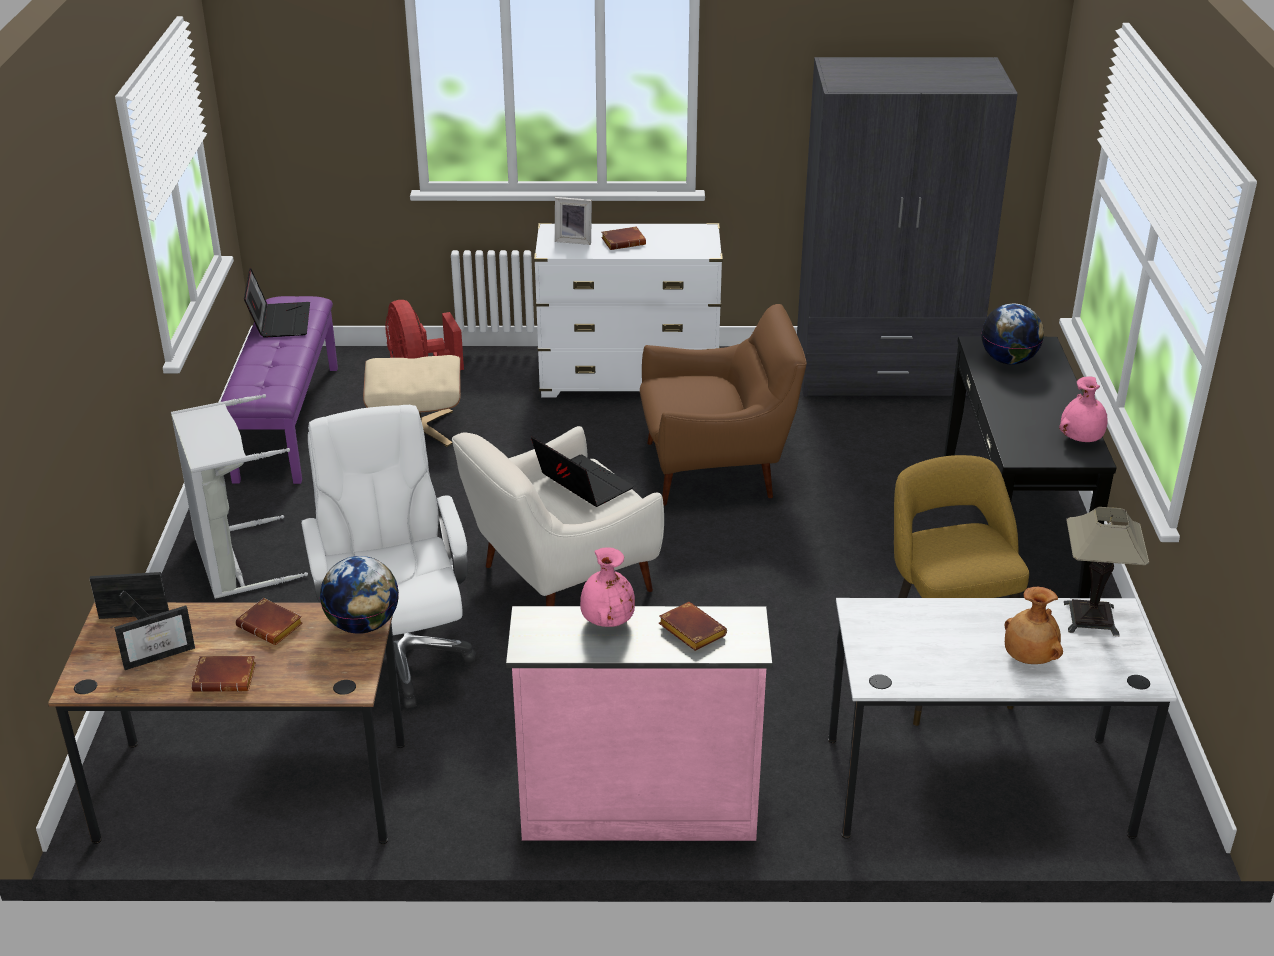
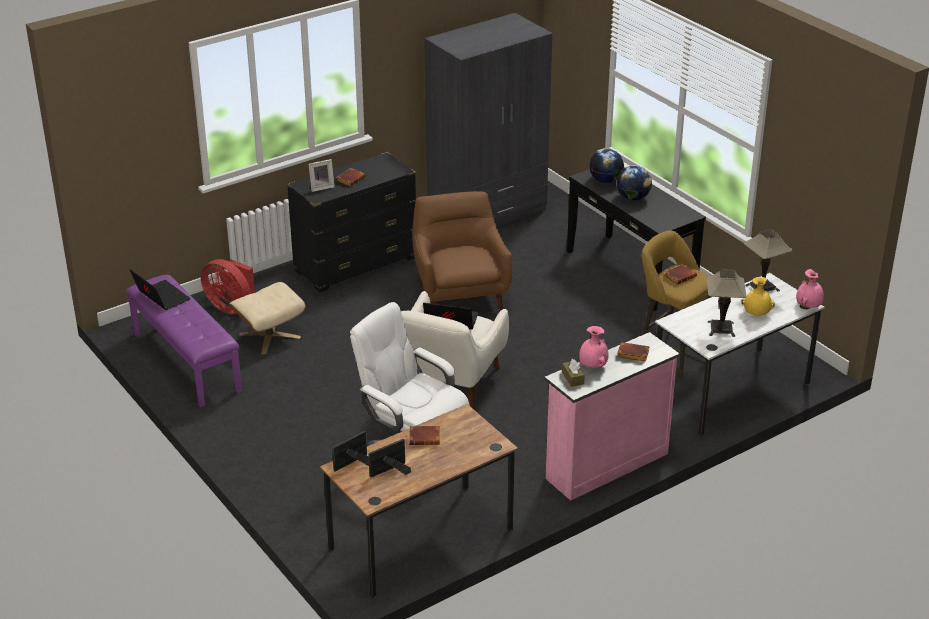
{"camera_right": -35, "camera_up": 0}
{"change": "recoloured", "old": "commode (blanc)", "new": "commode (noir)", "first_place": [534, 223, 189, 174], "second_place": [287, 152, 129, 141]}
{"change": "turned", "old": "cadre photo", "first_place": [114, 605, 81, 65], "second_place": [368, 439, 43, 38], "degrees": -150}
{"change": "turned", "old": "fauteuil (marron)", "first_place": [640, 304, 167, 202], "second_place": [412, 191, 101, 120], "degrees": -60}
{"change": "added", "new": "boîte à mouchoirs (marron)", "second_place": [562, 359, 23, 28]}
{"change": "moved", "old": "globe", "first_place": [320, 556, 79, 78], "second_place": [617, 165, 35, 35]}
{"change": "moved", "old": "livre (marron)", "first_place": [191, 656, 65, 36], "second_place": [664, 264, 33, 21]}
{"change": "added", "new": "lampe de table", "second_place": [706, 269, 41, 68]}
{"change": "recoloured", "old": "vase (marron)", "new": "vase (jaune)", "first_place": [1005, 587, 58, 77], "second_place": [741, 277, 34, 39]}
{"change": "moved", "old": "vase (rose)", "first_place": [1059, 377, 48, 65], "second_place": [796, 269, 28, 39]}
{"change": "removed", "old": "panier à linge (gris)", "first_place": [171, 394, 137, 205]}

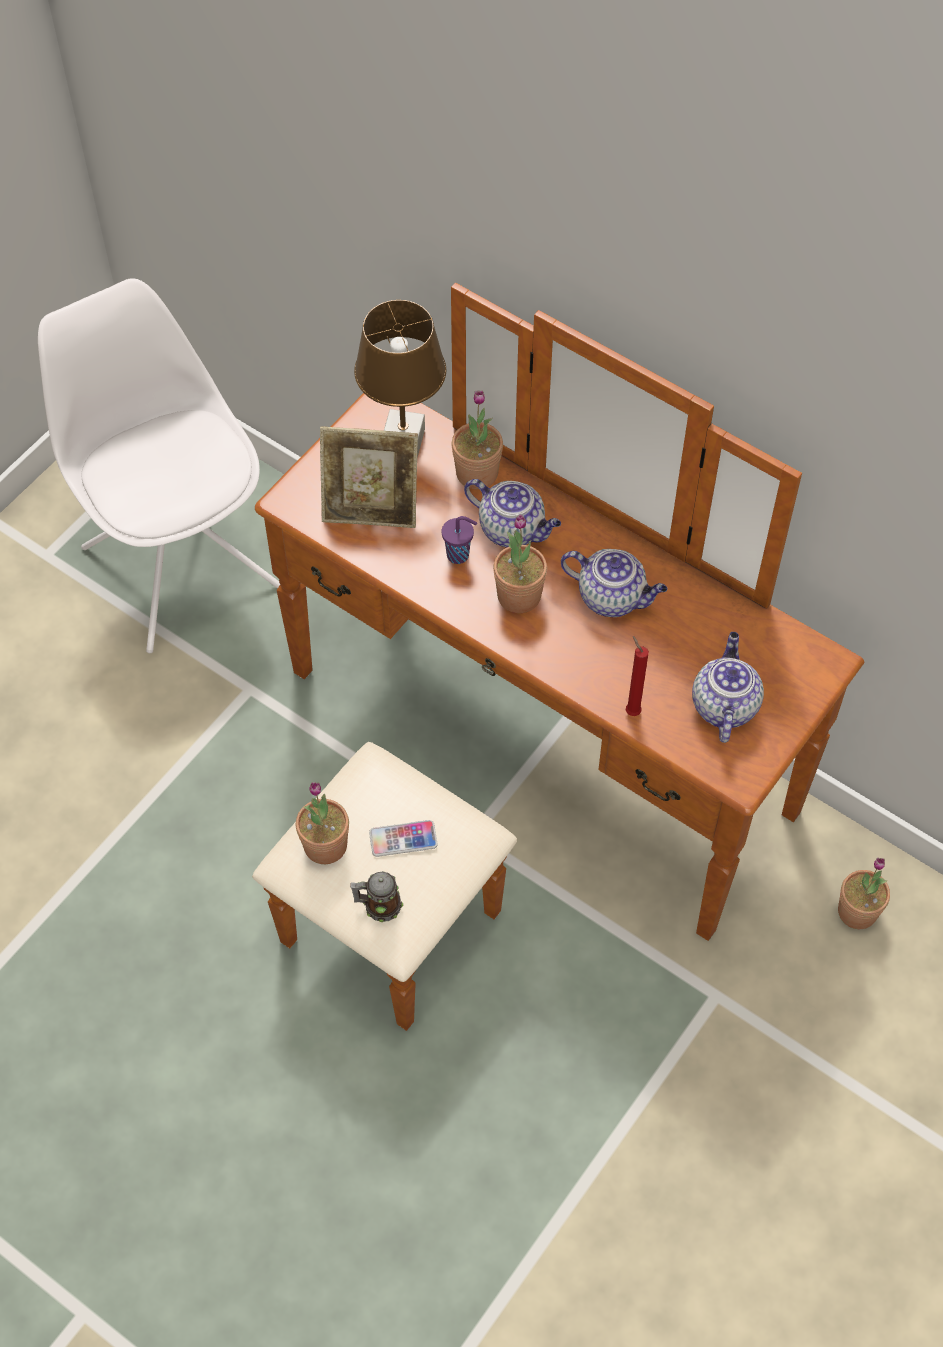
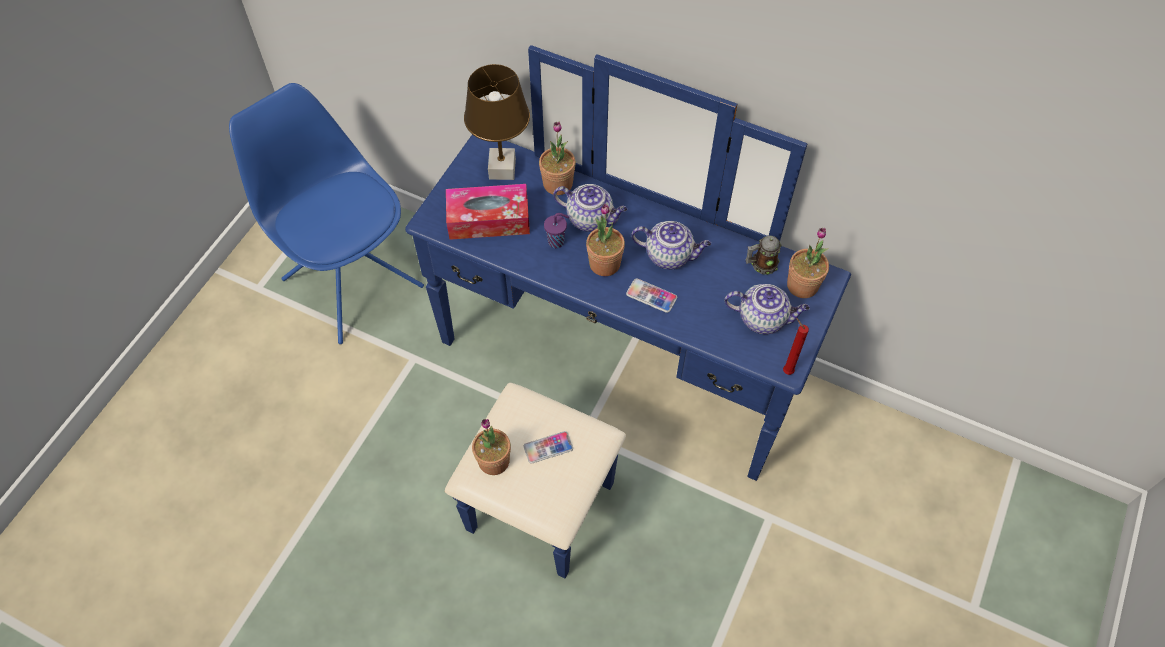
{"camera_right": -10, "camera_up": 0}
{"change": "recoloured", "old": "chaise (blanc)", "new": "chaise (bleu)", "first_place": [38, 278, 242, 375], "second_place": [229, 83, 195, 261]}
{"change": "recoloured", "old": "commode (marron)", "new": "commode (bleu)", "first_place": [253, 283, 611, 748], "second_place": [405, 45, 446, 533]}
{"change": "replaced", "old": "cadre photo", "new": "boîte à mouchoirs", "first_place": [320, 427, 98, 101], "second_place": [446, 184, 84, 56]}
{"change": "added", "new": "téléphone", "second_place": [626, 278, 51, 35]}
{"change": "turned", "old": "théière", "first_place": [692, 632, 72, 111], "second_place": [725, 284, 85, 50], "degrees": 105}
{"change": "moved", "old": "mug", "first_place": [350, 871, 53, 51], "second_place": [746, 236, 36, 39]}
{"change": "moved", "old": "bougie (rouge)", "first_place": [626, 636, 23, 80], "second_place": [783, 318, 26, 57]}
{"change": "moved", "old": "plante en pot", "first_place": [838, 858, 52, 71], "second_place": [787, 228, 42, 70]}

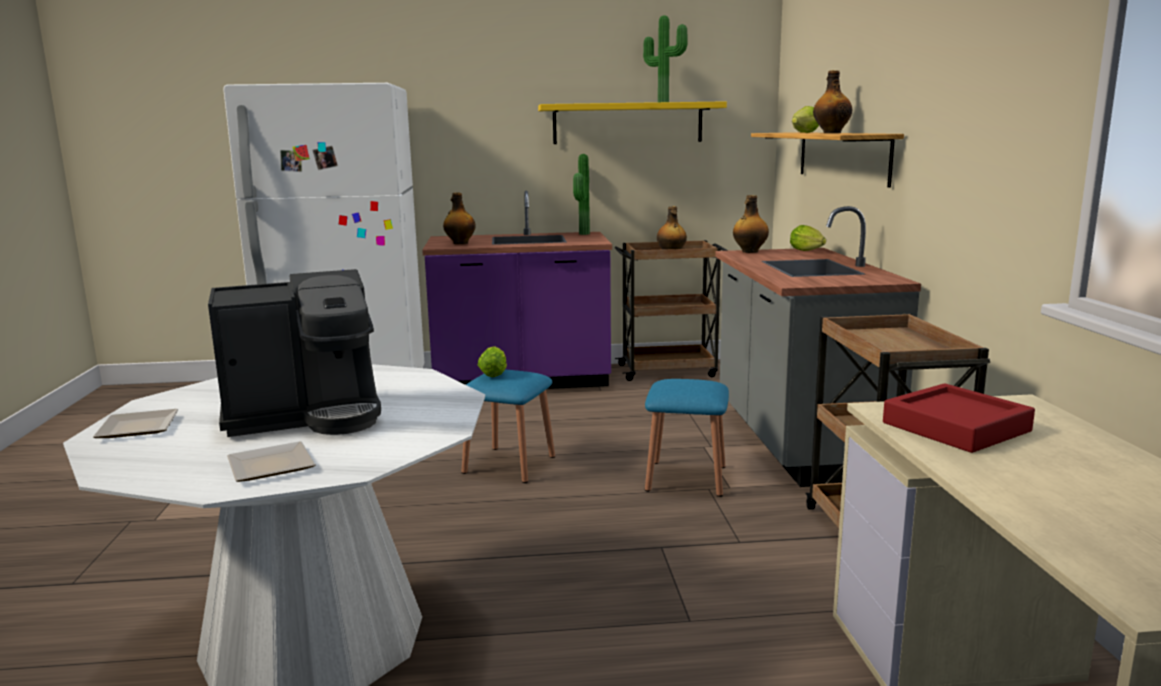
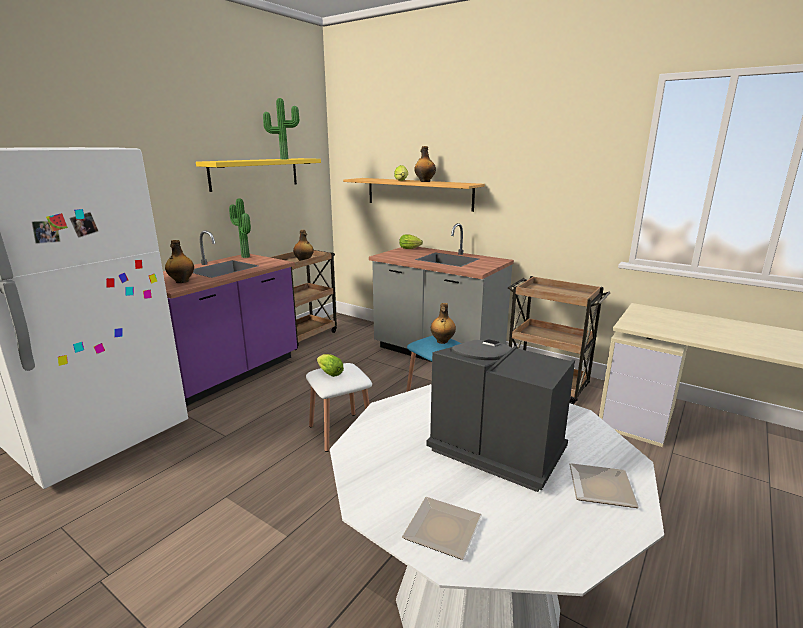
{"camera_right": -50, "camera_up": 5}
{"change": "recoloured", "old": "tabouret (bleu)", "new": "tabouret (blanc)", "first_place": [461, 370, 94, 113], "second_place": [306, 363, 66, 89]}
{"change": "turned", "old": "machine à café", "first_place": [208, 269, 173, 168], "second_place": [426, 339, 149, 153], "degrees": -75}
{"change": "moved", "old": "bouteille", "first_place": [733, 195, 36, 58], "second_place": [431, 303, 25, 41]}
{"change": "removed", "old": "plateau (rouge)", "first_place": [883, 383, 152, 70]}

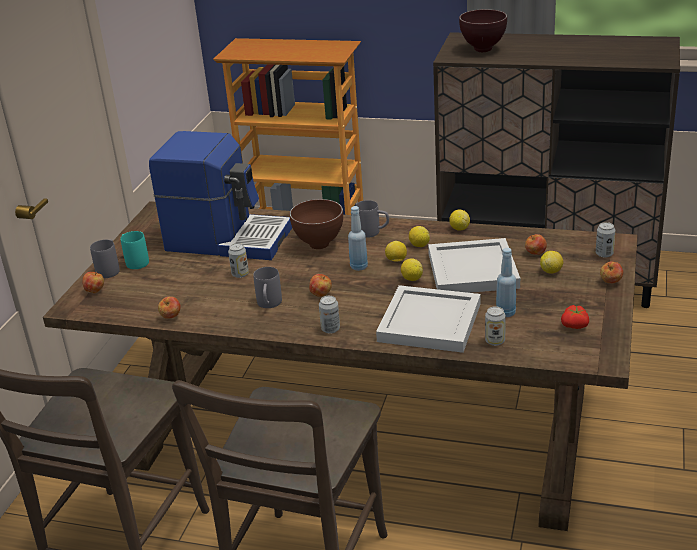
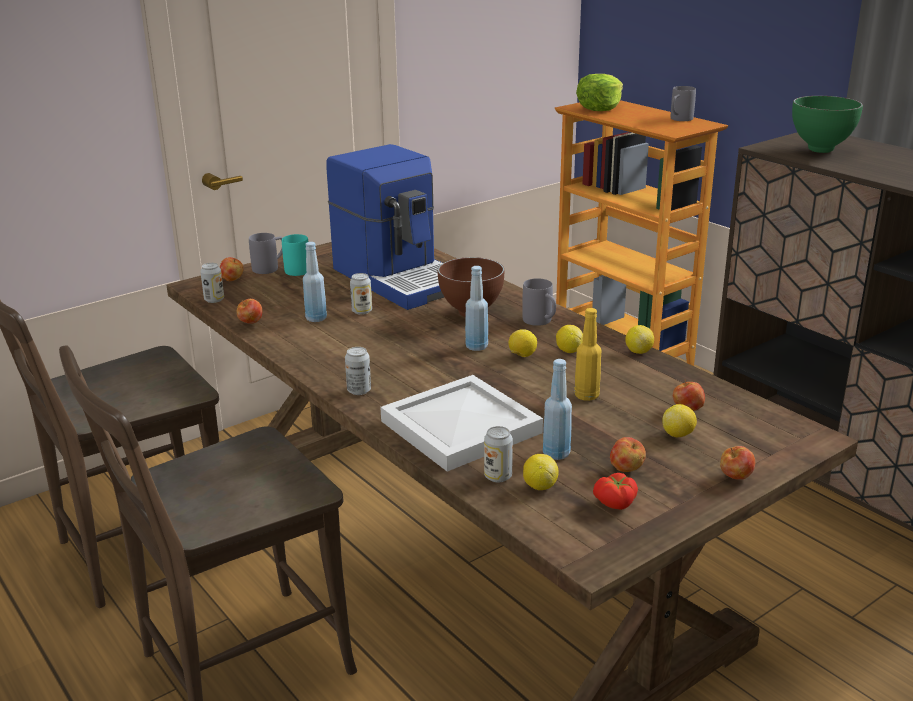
{"camera_right": 35, "camera_up": -5}
{"change": "moved", "old": "boîte métallique", "first_place": [596, 222, 19, 36], "second_place": [200, 263, 24, 40]}
{"change": "added", "new": "bouteille (bleu)", "second_place": [303, 242, 24, 80]}
{"change": "moved", "old": "citron", "first_place": [401, 258, 22, 23], "second_place": [523, 454, 36, 36]}
{"change": "replaced", "old": "plateau (blanc)", "new": "bouteille (jaune)", "first_place": [428, 238, 92, 55], "second_place": [574, 308, 28, 93]}
{"change": "added", "new": "laitue", "second_place": [576, 74, 47, 37]}
{"change": "moved", "old": "pomme", "first_place": [309, 274, 23, 23], "second_place": [610, 437, 36, 35]}
{"change": "moved", "old": "mug (gris)", "first_place": [253, 267, 29, 41], "second_place": [671, 86, 25, 35]}
{"change": "recoloured", "old": "bol (marron)", "new": "bol (vert)", "first_place": [459, 9, 48, 43], "second_place": [792, 96, 71, 57]}

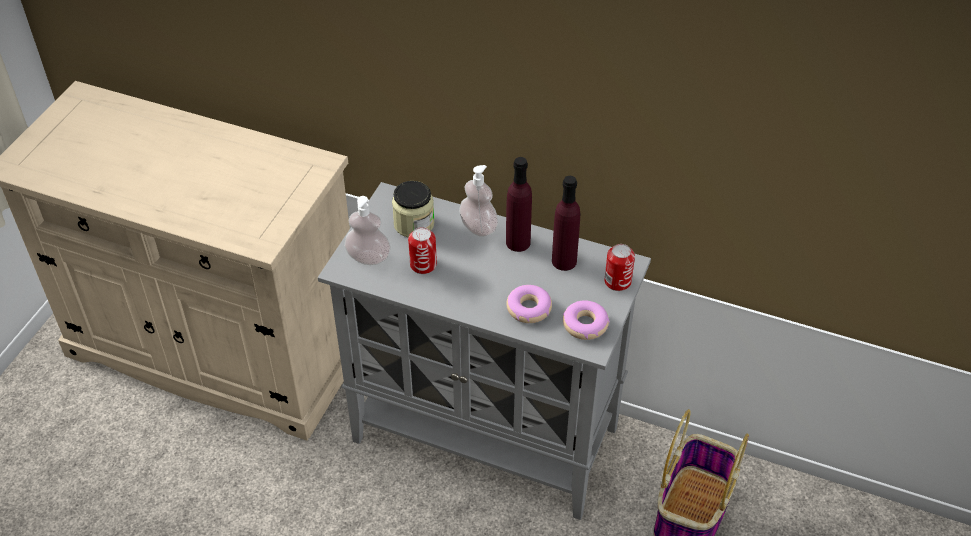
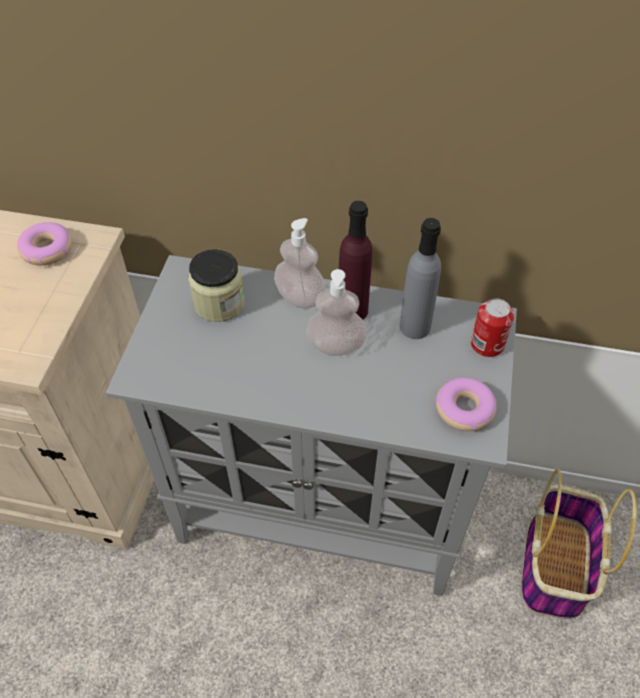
{"camera_right": -10, "camera_up": 5}
{"change": "moved", "old": "beignet", "first_place": [506, 285, 46, 38], "second_place": [17, 222, 55, 44]}
{"change": "moved", "old": "distributeur de savon", "first_place": [344, 196, 47, 69], "second_place": [306, 269, 61, 87]}
{"change": "recoloured", "old": "bouteille (violet)", "new": "bouteille (gris)", "first_place": [552, 176, 28, 95], "second_place": [400, 218, 41, 121]}
{"change": "removed", "old": "boîte métallique", "first_place": [408, 227, 29, 47]}

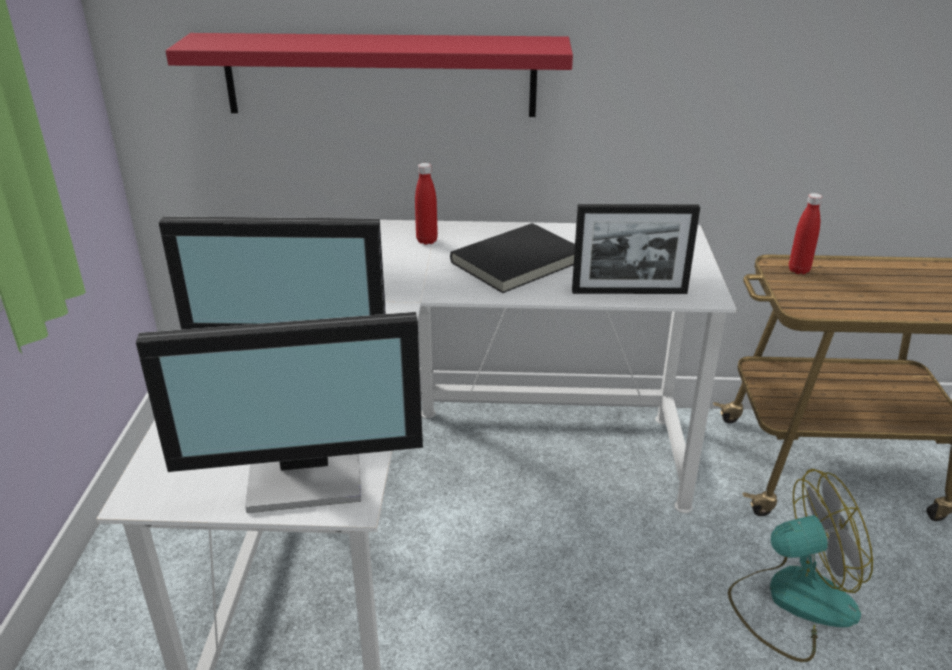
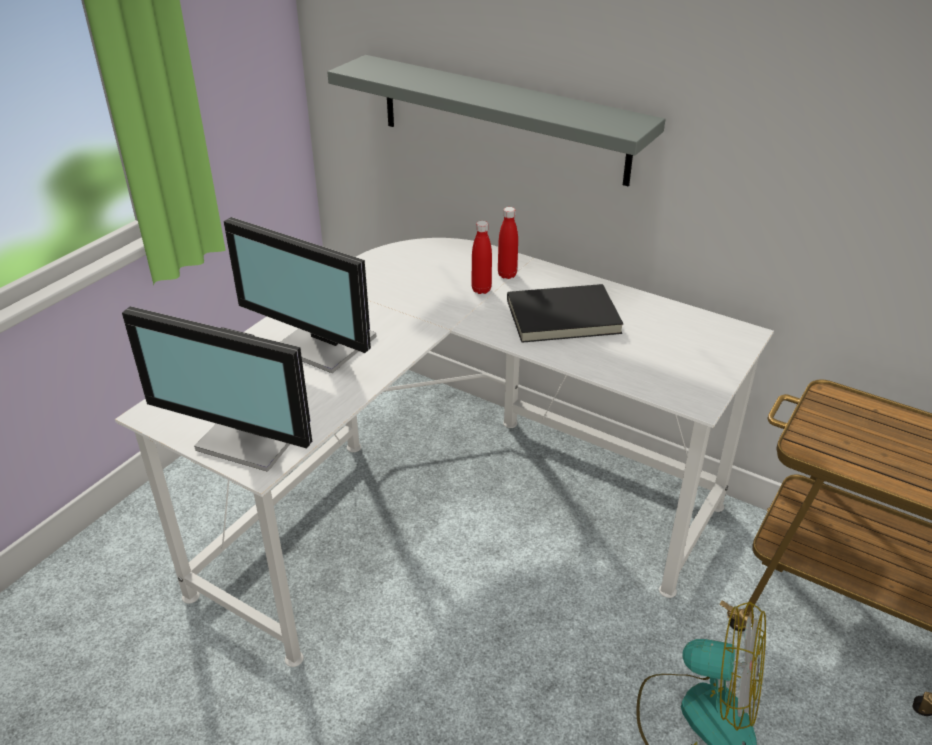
{"camera_right": 30, "camera_up": 5}
{"change": "recoloured", "old": "étagère (rouge)", "new": "étagère (gris)", "first_place": [166, 33, 407, 84], "second_place": [327, 55, 338, 131]}
{"change": "moved", "old": "bouteille (rouge)", "first_place": [789, 193, 33, 81], "second_place": [471, 221, 21, 73]}
{"change": "removed", "old": "cadre photo", "first_place": [572, 204, 128, 90]}

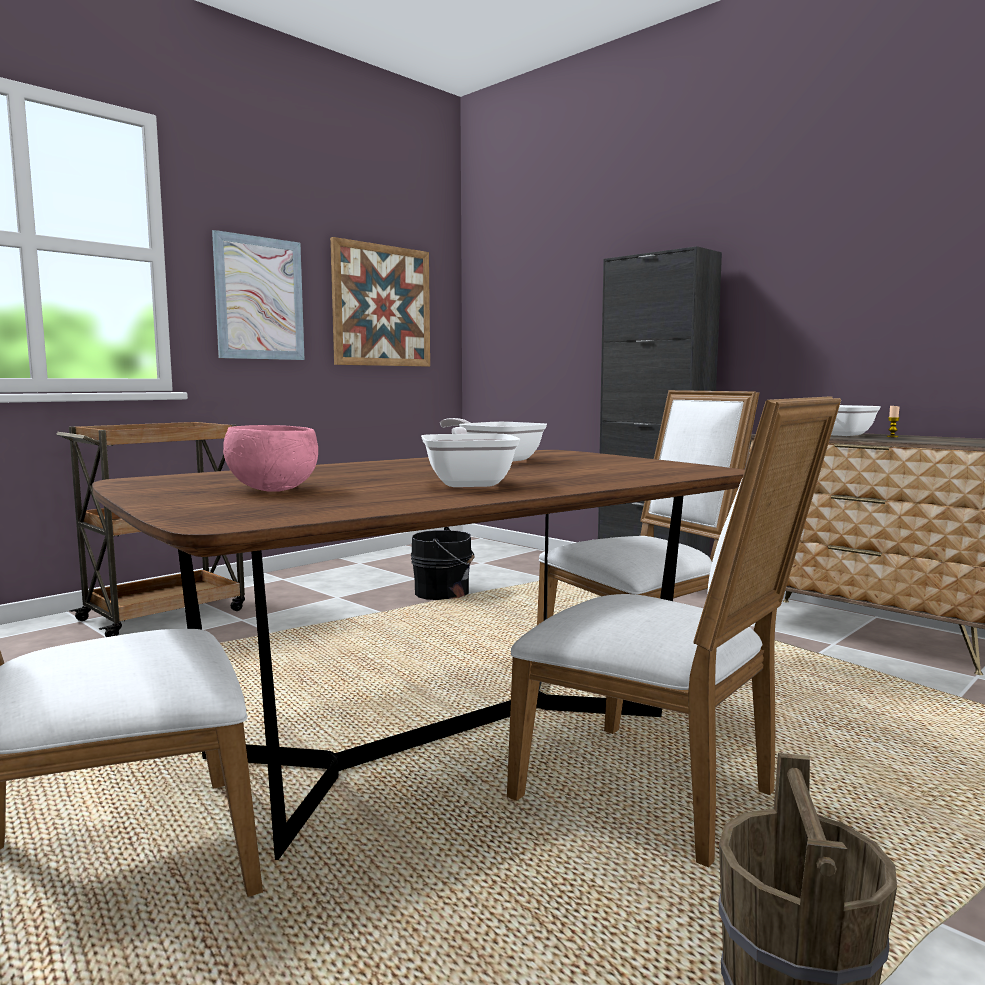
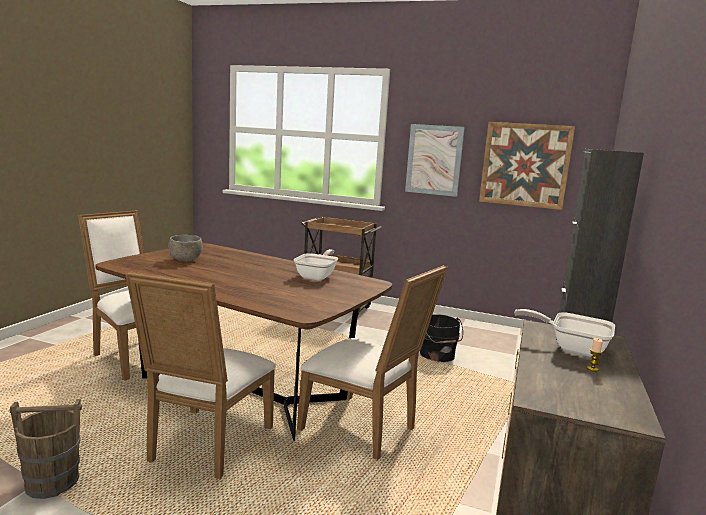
{"camera_right": 65, "camera_up": 5}
{"change": "recoloured", "old": "bol (rose)", "new": "bol (gris)", "first_place": [223, 425, 95, 67], "second_place": [168, 235, 35, 27]}
{"change": "removed", "old": "poêle", "first_place": [421, 427, 99, 60]}

